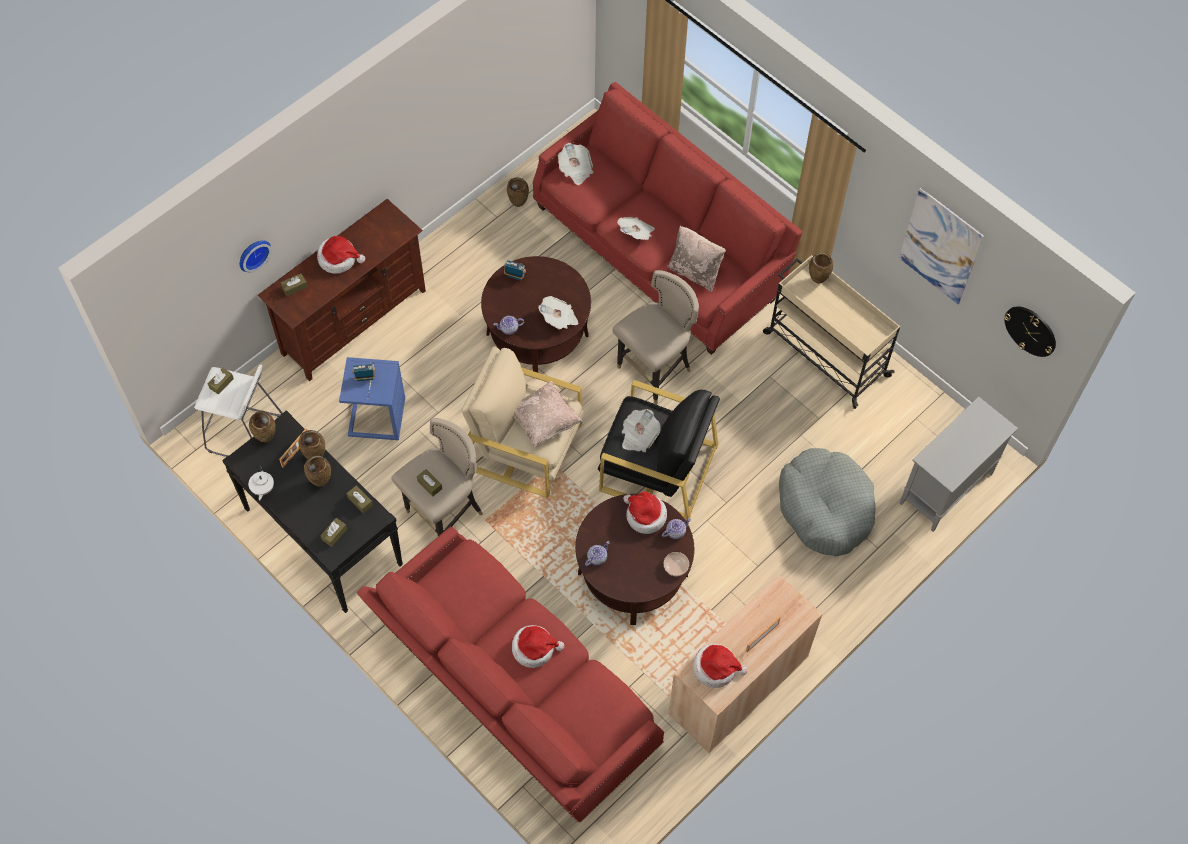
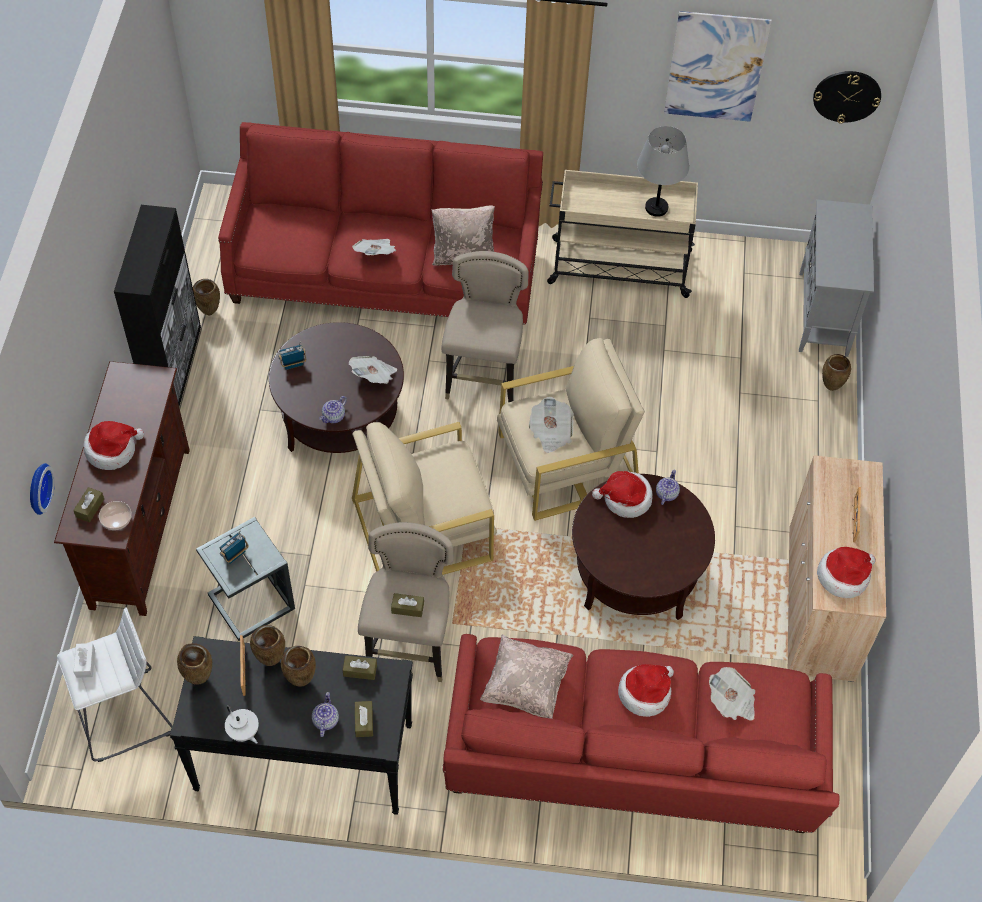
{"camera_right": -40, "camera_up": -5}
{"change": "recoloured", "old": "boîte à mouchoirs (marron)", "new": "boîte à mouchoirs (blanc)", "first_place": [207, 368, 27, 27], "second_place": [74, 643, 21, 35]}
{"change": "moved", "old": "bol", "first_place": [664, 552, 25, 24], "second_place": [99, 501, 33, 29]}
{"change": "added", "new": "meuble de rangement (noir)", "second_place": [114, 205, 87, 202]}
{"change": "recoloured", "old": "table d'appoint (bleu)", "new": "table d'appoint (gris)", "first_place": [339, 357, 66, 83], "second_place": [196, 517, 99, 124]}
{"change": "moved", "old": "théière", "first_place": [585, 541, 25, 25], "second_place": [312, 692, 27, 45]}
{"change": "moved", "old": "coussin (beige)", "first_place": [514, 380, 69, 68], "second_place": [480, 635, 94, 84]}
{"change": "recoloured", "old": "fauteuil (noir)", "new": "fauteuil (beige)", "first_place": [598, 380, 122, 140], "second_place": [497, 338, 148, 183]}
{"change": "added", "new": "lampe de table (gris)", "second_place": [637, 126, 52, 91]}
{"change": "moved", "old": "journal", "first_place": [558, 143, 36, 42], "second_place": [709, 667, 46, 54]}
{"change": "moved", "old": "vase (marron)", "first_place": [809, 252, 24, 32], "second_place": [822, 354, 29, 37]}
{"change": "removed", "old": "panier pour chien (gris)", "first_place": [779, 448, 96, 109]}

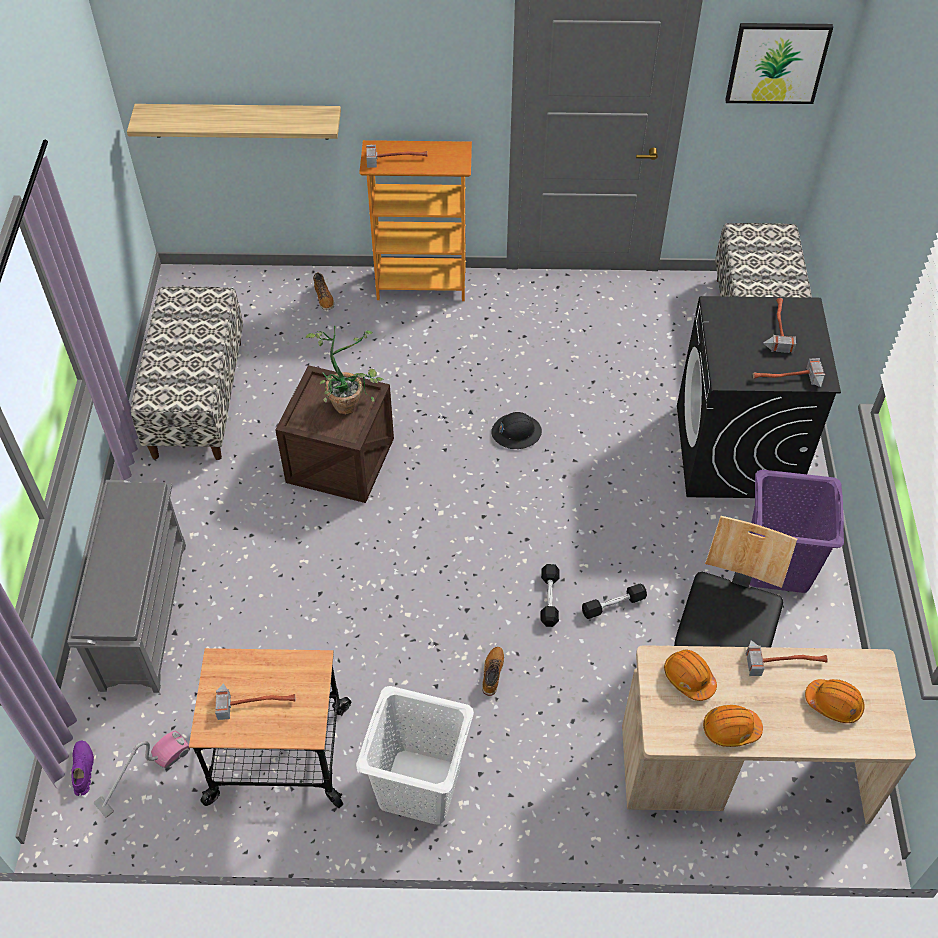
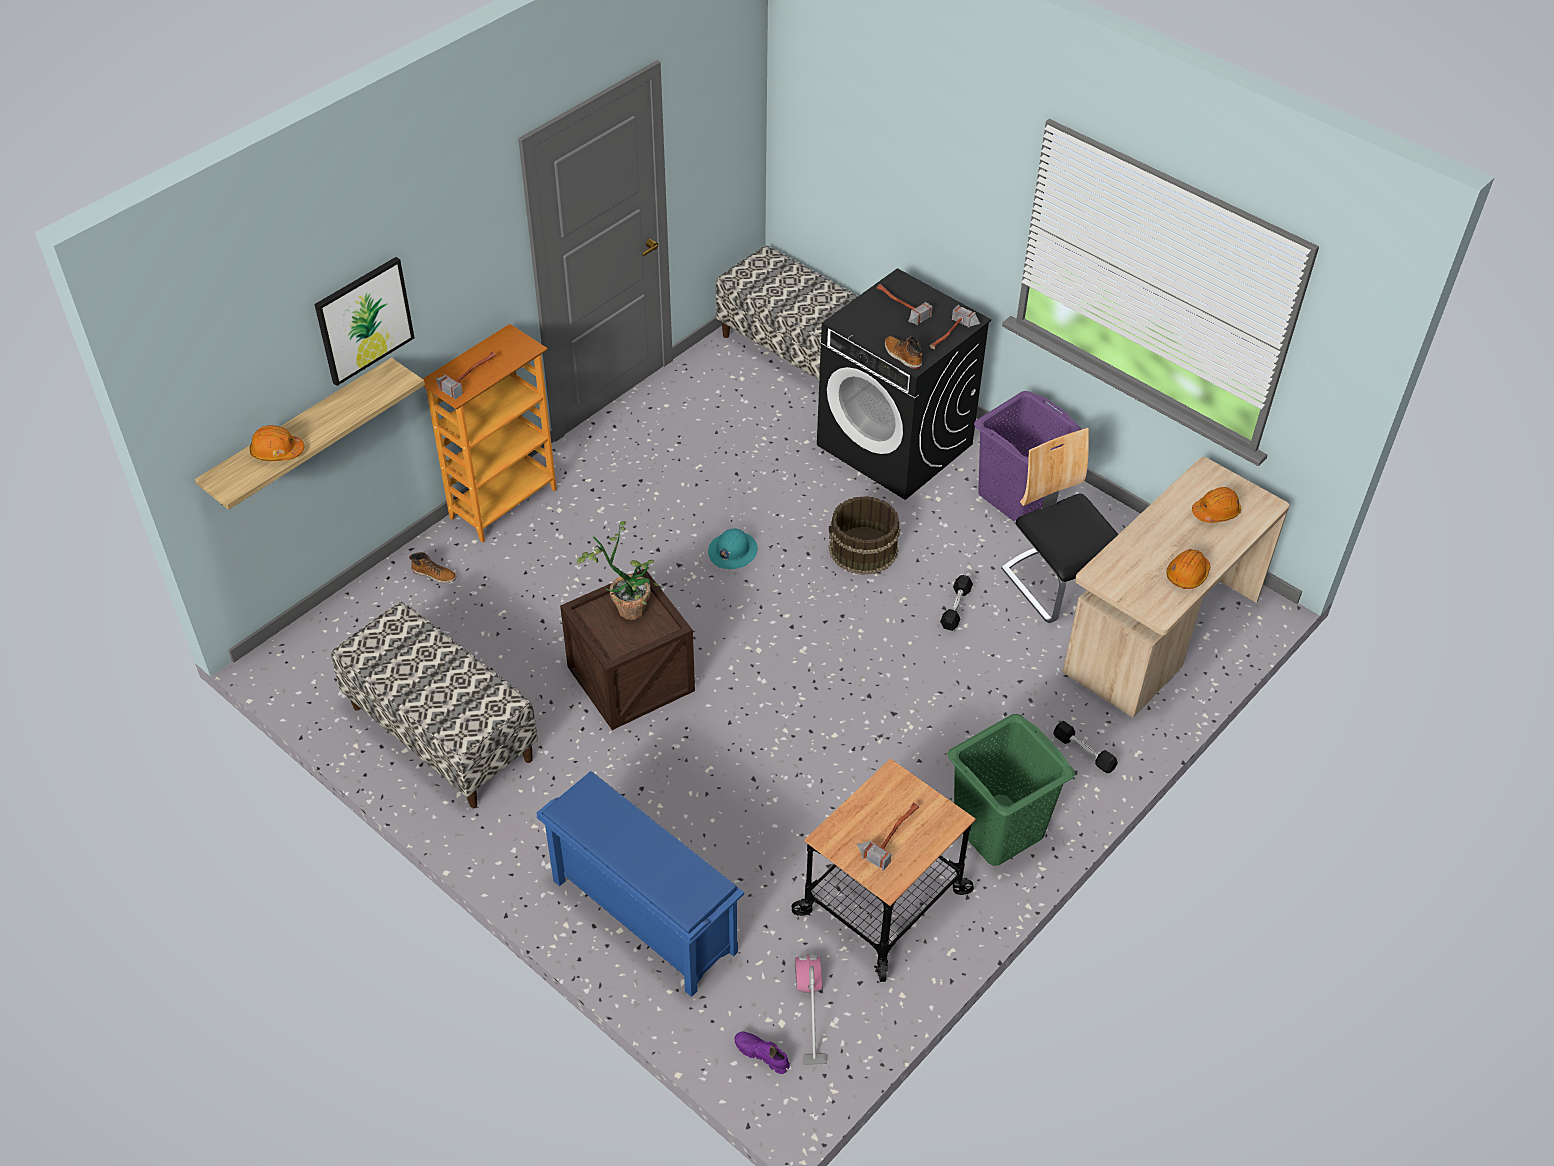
{"camera_right": -50, "camera_up": -5}
{"change": "moved", "old": "casque de chantier (orange)", "first_place": [664, 650, 53, 51], "second_place": [249, 425, 56, 36]}
{"change": "moved", "old": "tableau", "first_place": [725, 23, 108, 81], "second_place": [314, 257, 101, 129]}
{"change": "recoloured", "old": "étagère à chaussures (gris)", "new": "étagère à chaussures (bleu)", "first_place": [67, 480, 119, 213], "second_place": [537, 771, 207, 226]}
{"change": "recoloured", "old": "casque de chantier (noir)", "new": "casque de chantier (turquoise)", "first_place": [491, 412, 51, 37], "second_place": [708, 528, 50, 41]}
{"change": "added", "new": "seau (marron)", "second_place": [829, 496, 71, 79]}
{"change": "moved", "old": "botte", "first_place": [482, 647, 22, 49], "second_place": [885, 336, 38, 33]}
{"change": "recoloured", "old": "panier à linge (blanc)", "new": "panier à linge (vert)", "first_place": [356, 686, 118, 139], "second_place": [947, 714, 128, 152]}
{"change": "moved", "old": "haltère (noir)", "first_place": [540, 564, 20, 63], "second_place": [1054, 721, 64, 52]}
{"change": "removed", "old": "marteau", "first_place": [746, 640, 82, 36]}

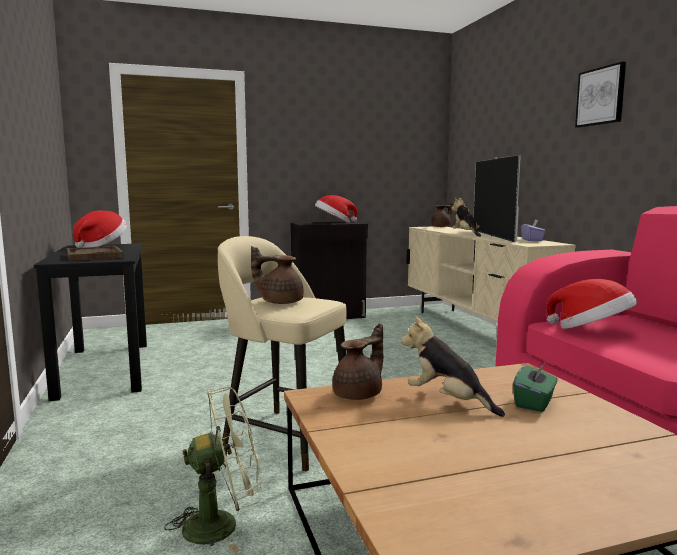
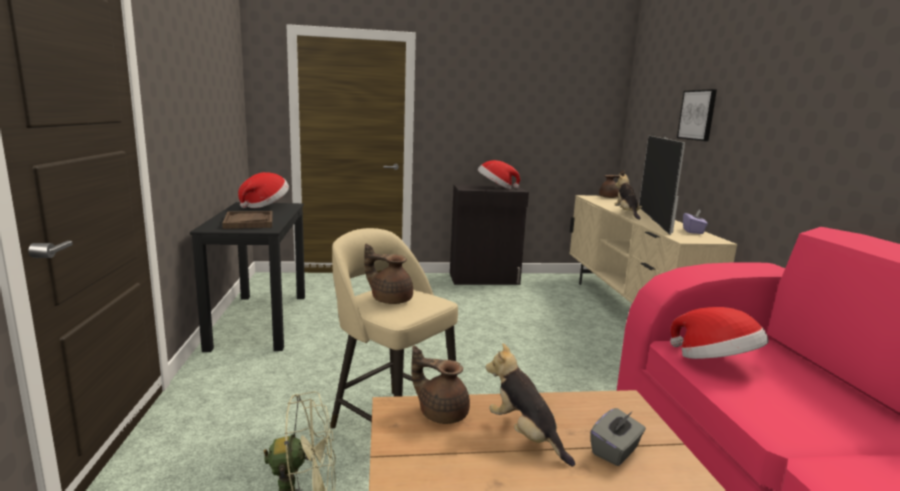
{"camera_right": 10, "camera_up": 5}
{"change": "turned", "old": "théière (marron)", "first_place": [332, 323, 51, 77], "second_place": [411, 346, 59, 78], "degrees": -120}
{"change": "recoloured", "old": "boîte à mouchoirs (vert)", "new": "boîte à mouchoirs (gris)", "first_place": [513, 362, 45, 50], "second_place": [590, 408, 56, 58]}
{"change": "moved", "old": "tableau", "first_place": [575, 62, 51, 66], "second_place": [677, 89, 40, 52]}

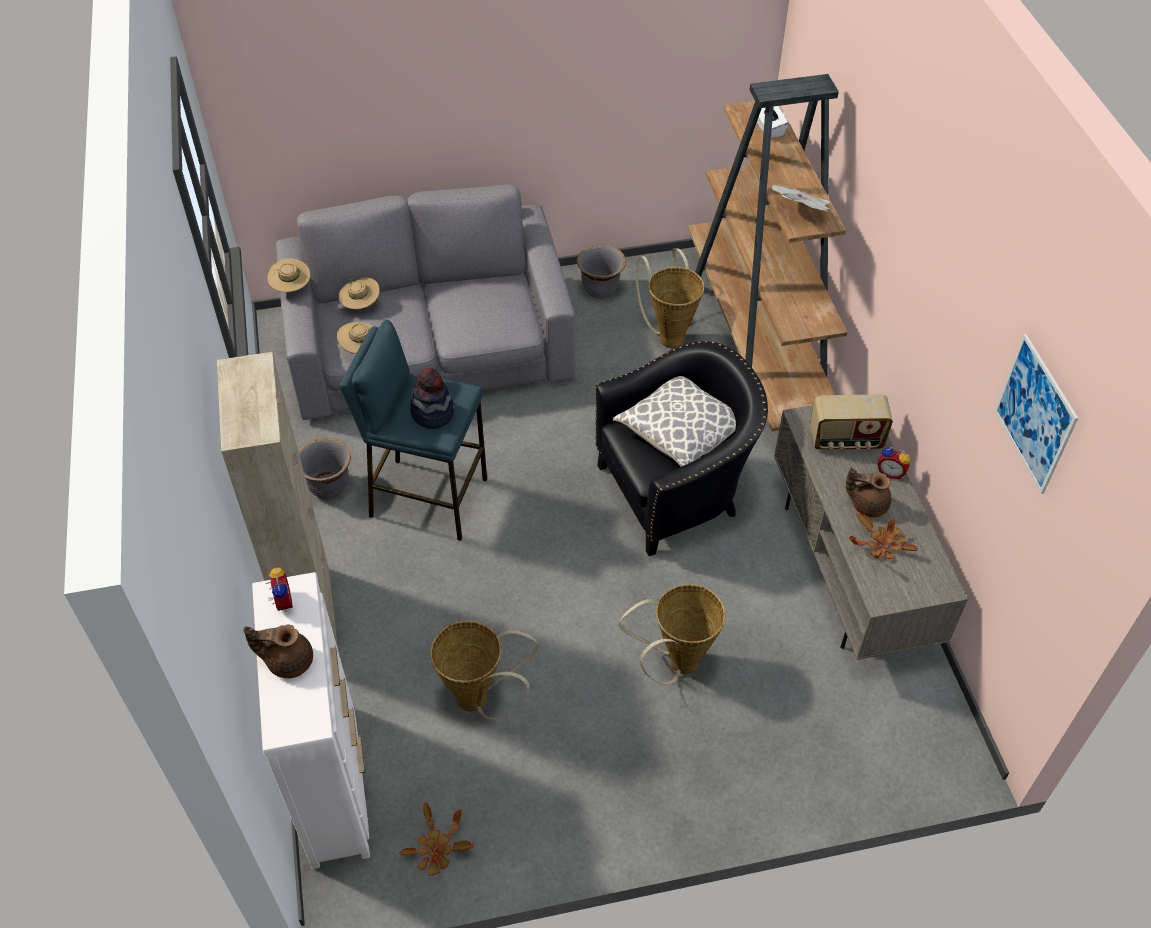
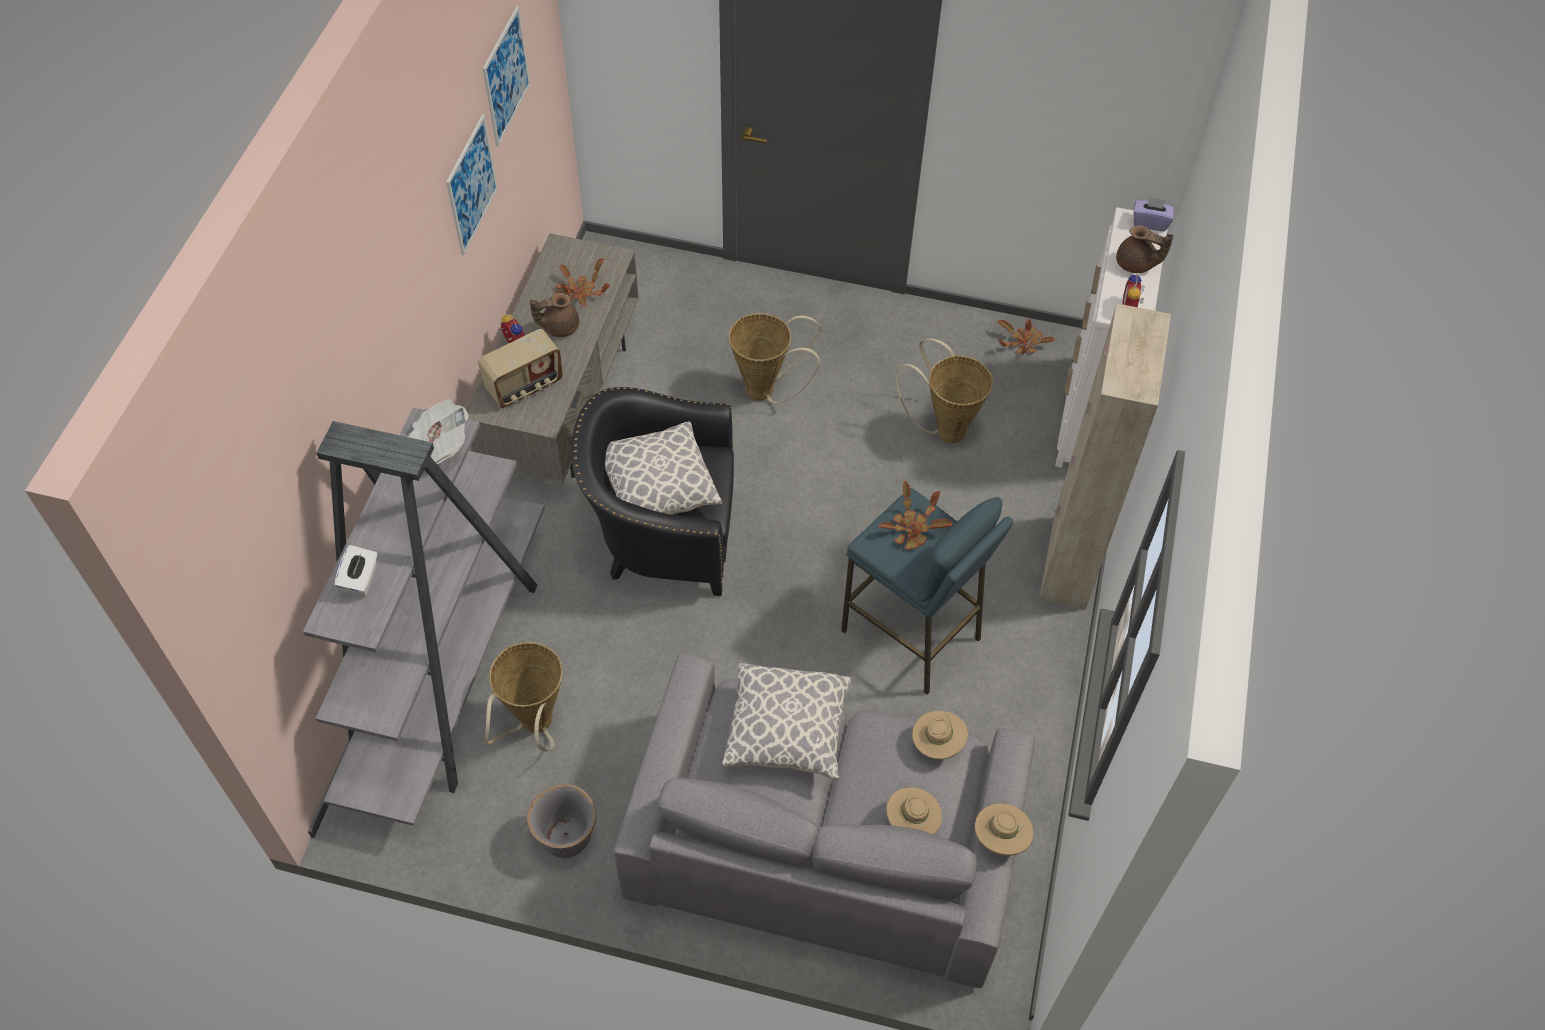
{"camera_right": -155, "camera_up": 5}
{"change": "recoloured", "old": "bibliothèque (marron)", "new": "bibliothèque (gris)", "first_place": [688, 74, 160, 357], "second_place": [303, 408, 242, 418]}
{"change": "added", "new": "tableau", "second_place": [446, 114, 52, 141]}
{"change": "turned", "old": "radio", "first_place": [810, 395, 83, 55], "second_place": [478, 329, 85, 79], "degrees": 120}
{"change": "turned", "old": "théière (marron)", "first_place": [846, 467, 45, 50], "second_place": [530, 293, 49, 44], "degrees": 120}
{"change": "added", "new": "coussin", "second_place": [722, 663, 129, 118]}
{"change": "replaced", "old": "chapeau", "new": "plante en pot", "first_place": [410, 368, 44, 61], "second_place": [879, 481, 73, 69]}
{"change": "added", "new": "boîte à mouchoirs (violet)", "second_place": [1134, 196, 40, 35]}
{"change": "removed", "old": "cache-pot (gris)", "first_place": [298, 437, 53, 62]}

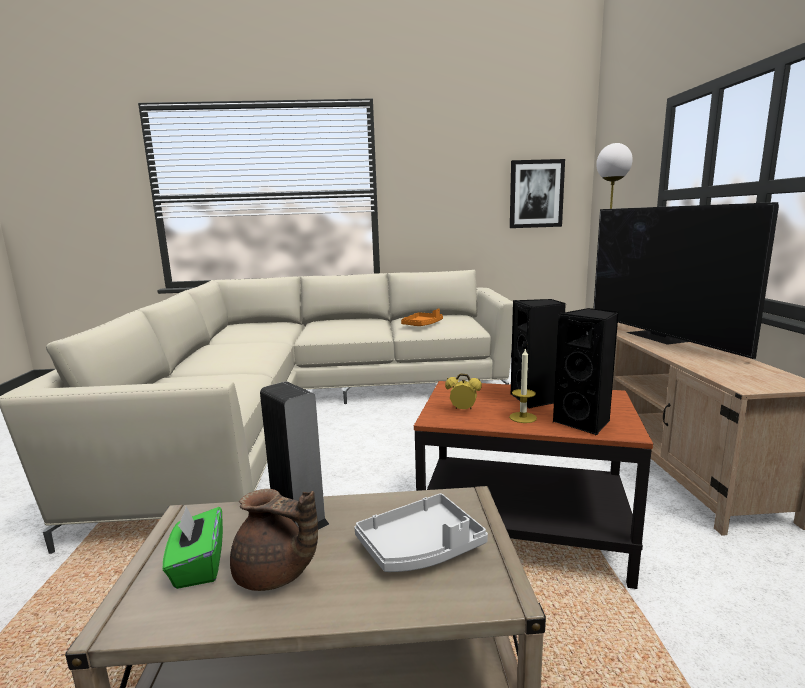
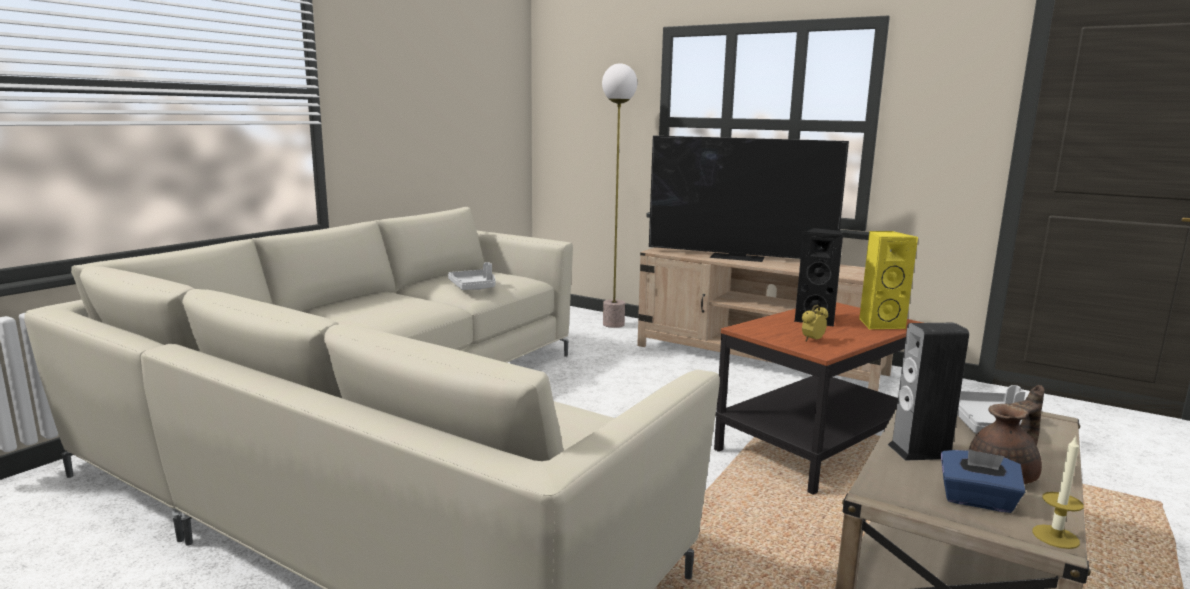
{"camera_right": -55, "camera_up": 0}
{"change": "recoloured", "old": "plateau (orange)", "new": "plateau (gris)", "first_place": [401, 309, 42, 17], "second_place": [448, 262, 48, 28]}
{"change": "recoloured", "old": "enceinte (noir)", "new": "enceinte (jaune)", "first_place": [553, 308, 66, 127], "second_place": [859, 231, 59, 99]}
{"change": "recoloured", "old": "boîte à mouchoirs (vert)", "new": "boîte à mouchoirs (bleu)", "first_place": [163, 507, 60, 82], "second_place": [941, 449, 84, 64]}
{"change": "moved", "old": "bougie", "first_place": [509, 349, 28, 74], "second_place": [1032, 435, 52, 114]}
{"change": "removed", "old": "tableau", "first_place": [510, 159, 55, 69]}

